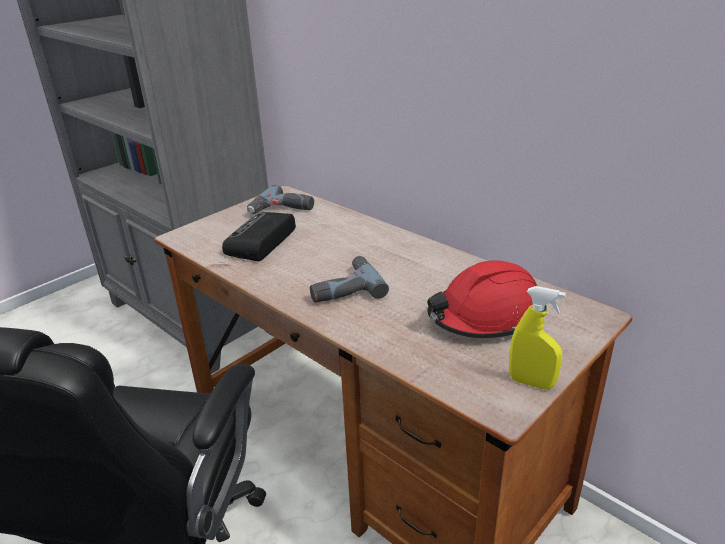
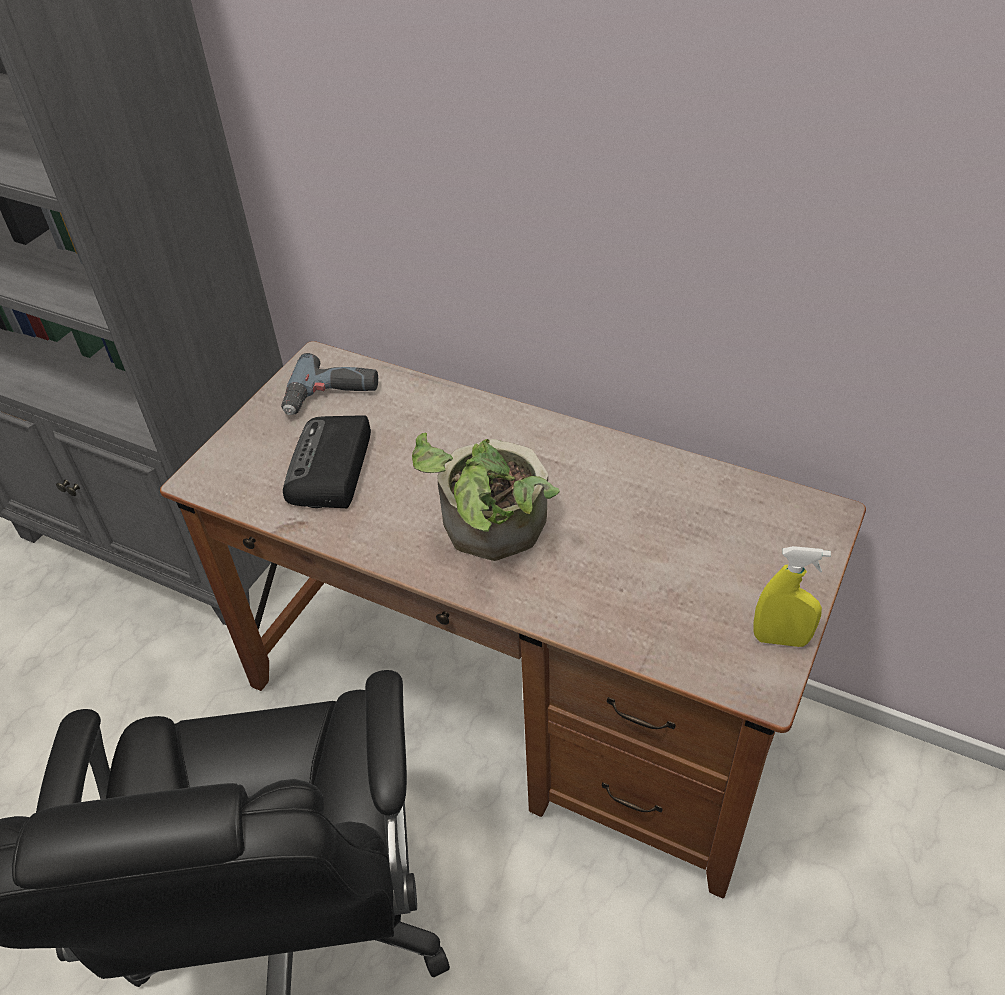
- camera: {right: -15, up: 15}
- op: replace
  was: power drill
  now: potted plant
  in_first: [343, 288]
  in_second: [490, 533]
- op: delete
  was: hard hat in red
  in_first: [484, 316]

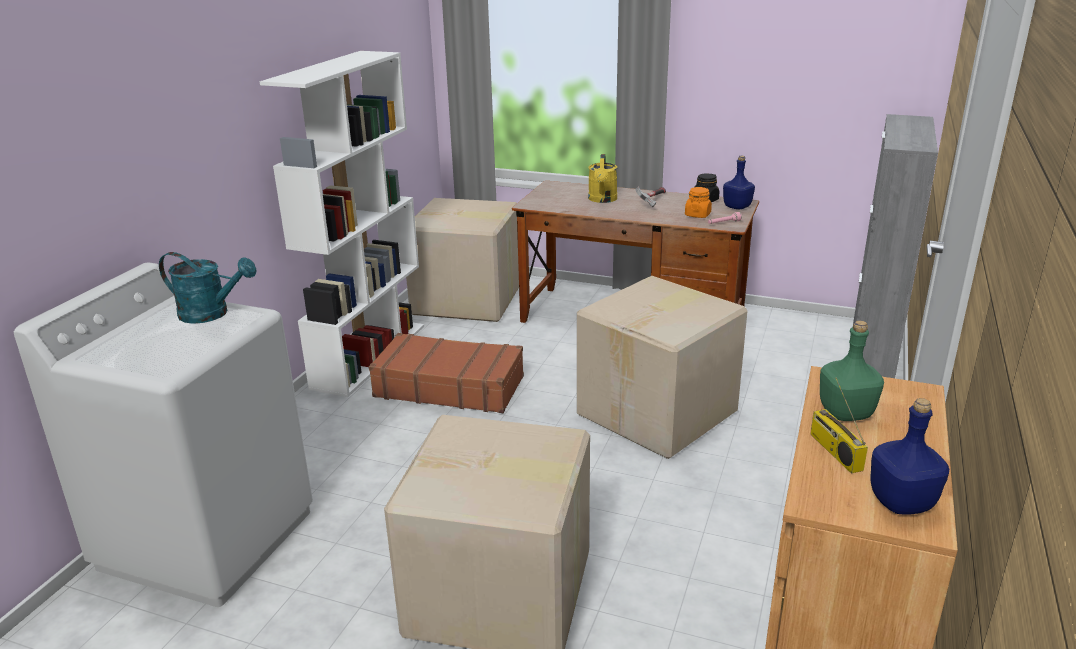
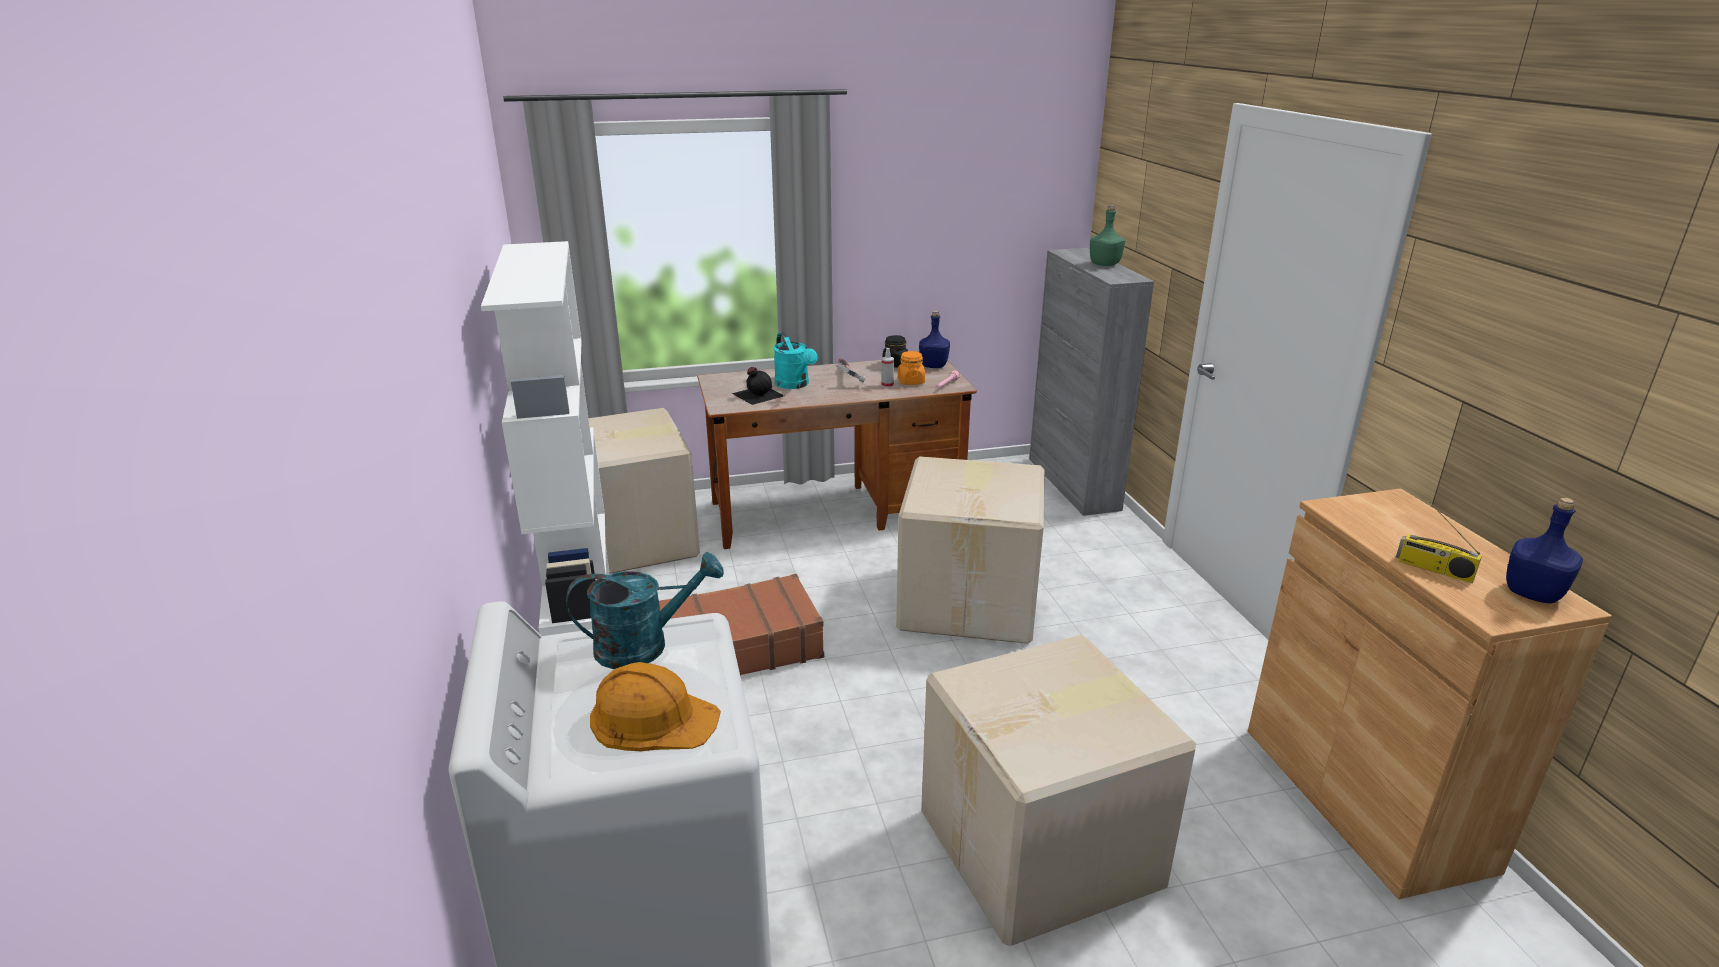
- camera: {right: -35, up: 0}
- op: recolor
  was: watering can in yellow
  now: watering can in turquoise
  in_first: [602, 200]
  in_second: [795, 385]
- op: move
  was: bottle in green
  in_first: [846, 413]
  in_second: [1105, 264]
- op: insert
  now: hard hat in orange
  in_second: [653, 718]
- op: insert
  now: bottle in black
  in_second: [757, 394]
- op: insert
  now: spray bottle
  in_second: [887, 385]

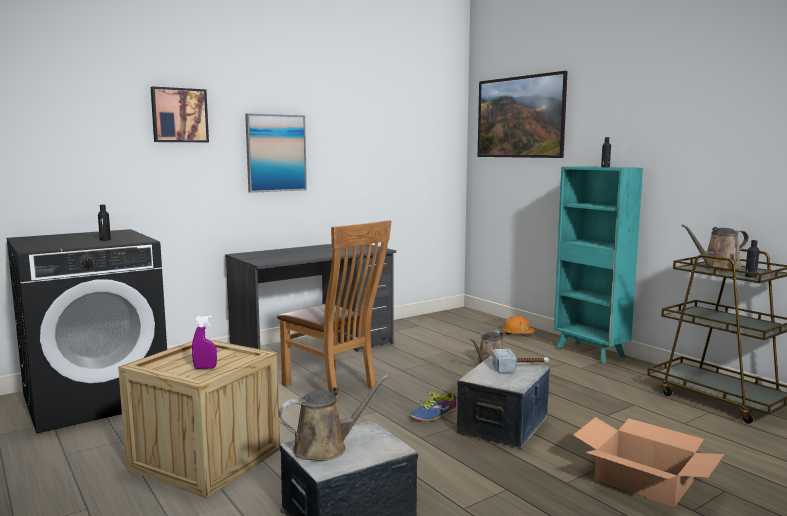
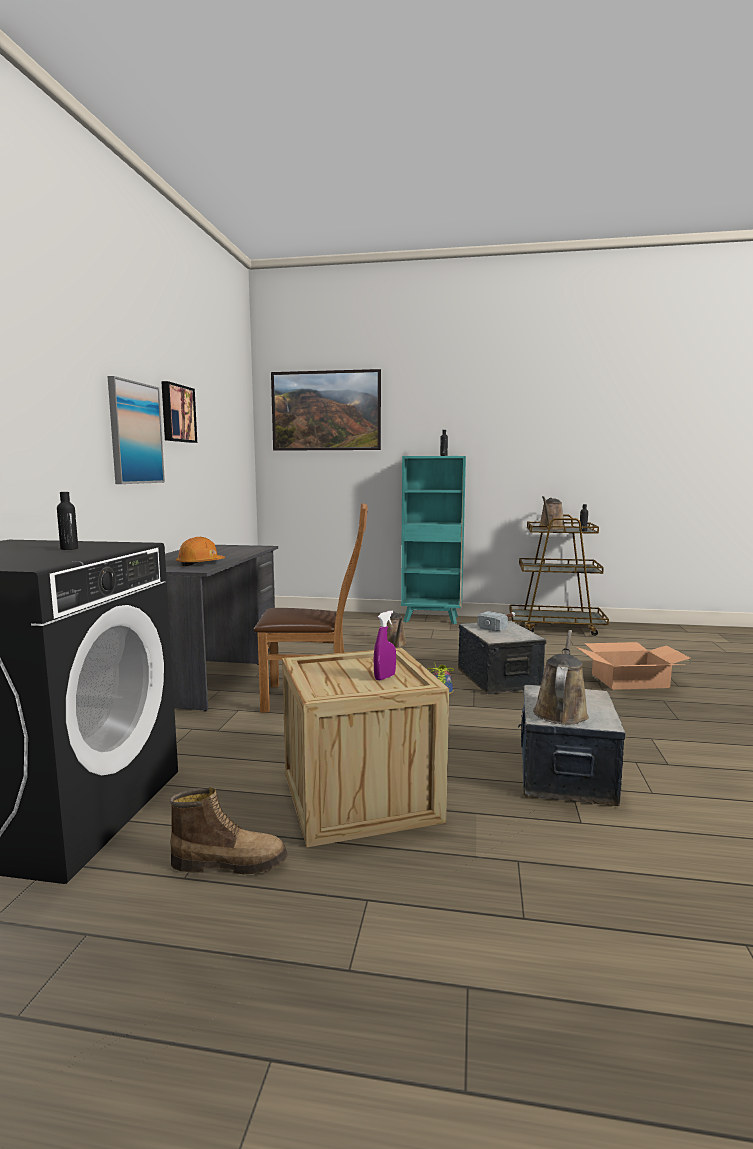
- camera: {right: -45, up: 0}
- op: move
  was: picture
  in_first: [179, 115]
  in_second: [177, 413]
- op: move
  was: hard hat in orange
  in_first: [517, 333]
  in_second: [200, 564]
- op: insert
  now: boot
  in_second: [230, 862]

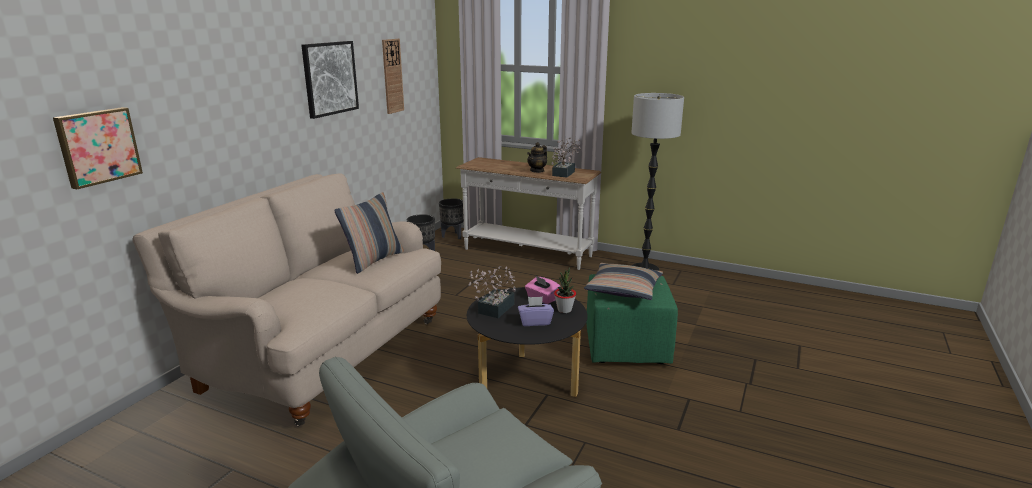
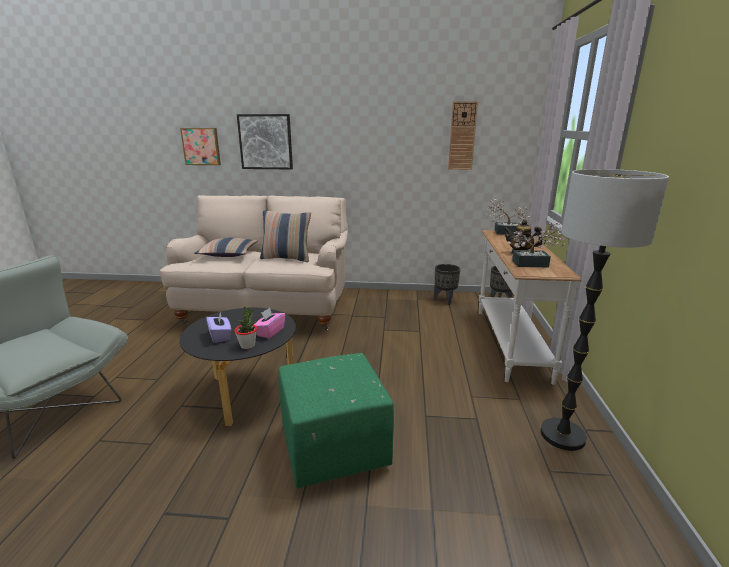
- camera: {right: 70, up: 0}
- op: move
  was: picture
  in_first: [330, 78]
  in_second: [265, 142]
- op: move
  was: potted plant
  in_first: [493, 310]
  in_second: [504, 232]
- op: move
  was: pillow
  in_first: [623, 289]
  in_second: [228, 254]

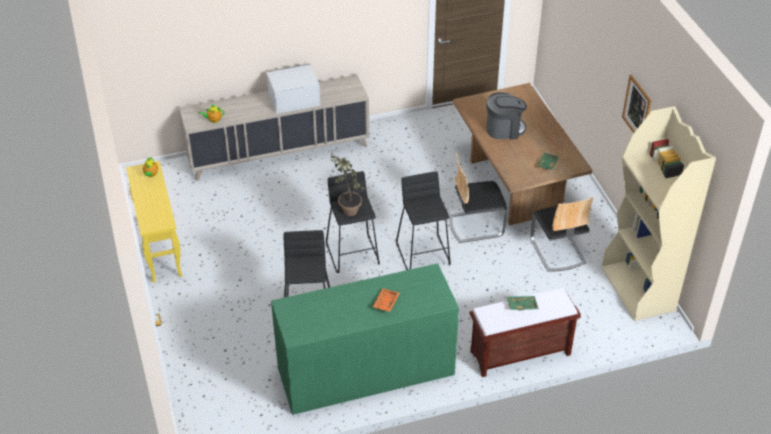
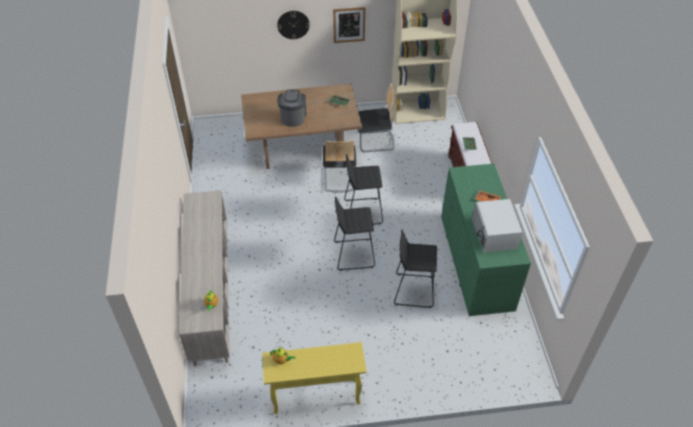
- camera: {right: -80, up: 5}
- op: move
  was: microwave in white
  in_first: [293, 99]
  in_second: [494, 234]
- op: delete
  was: potted plant
  in_first: [347, 208]
- op: insert
  now: wall clock
  in_second: [293, 24]

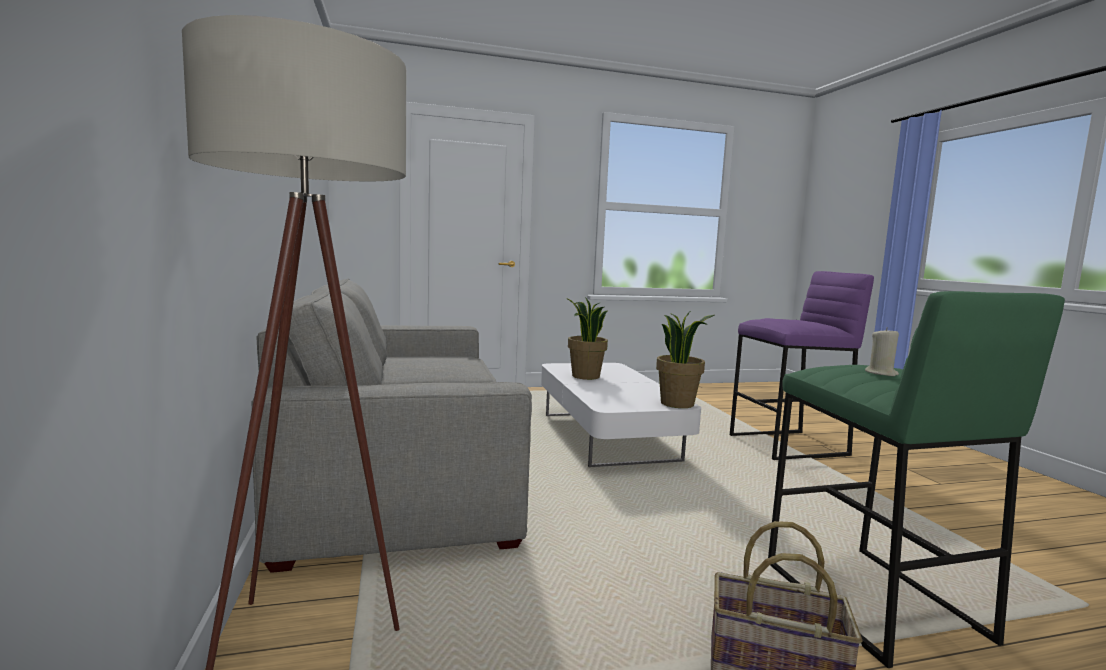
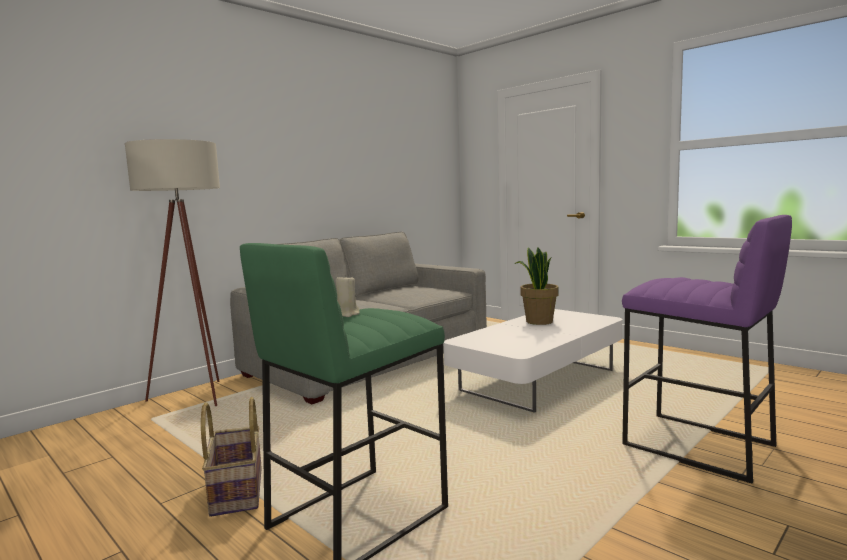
- camera: {right: 60, up: 0}
- op: delete
  was: potted plant
  in_first: [677, 403]

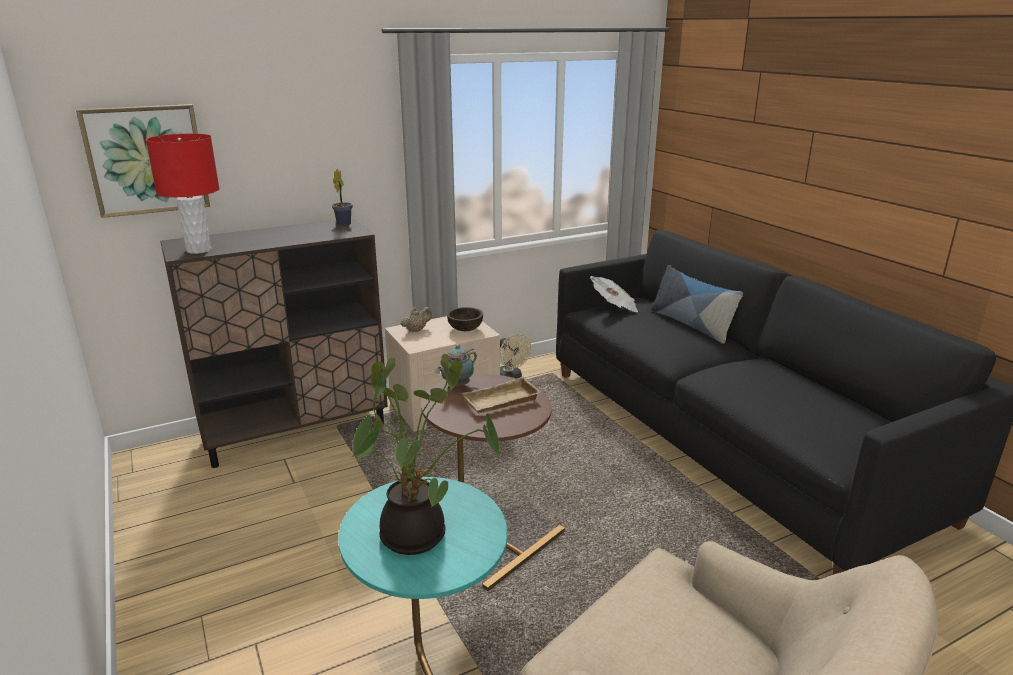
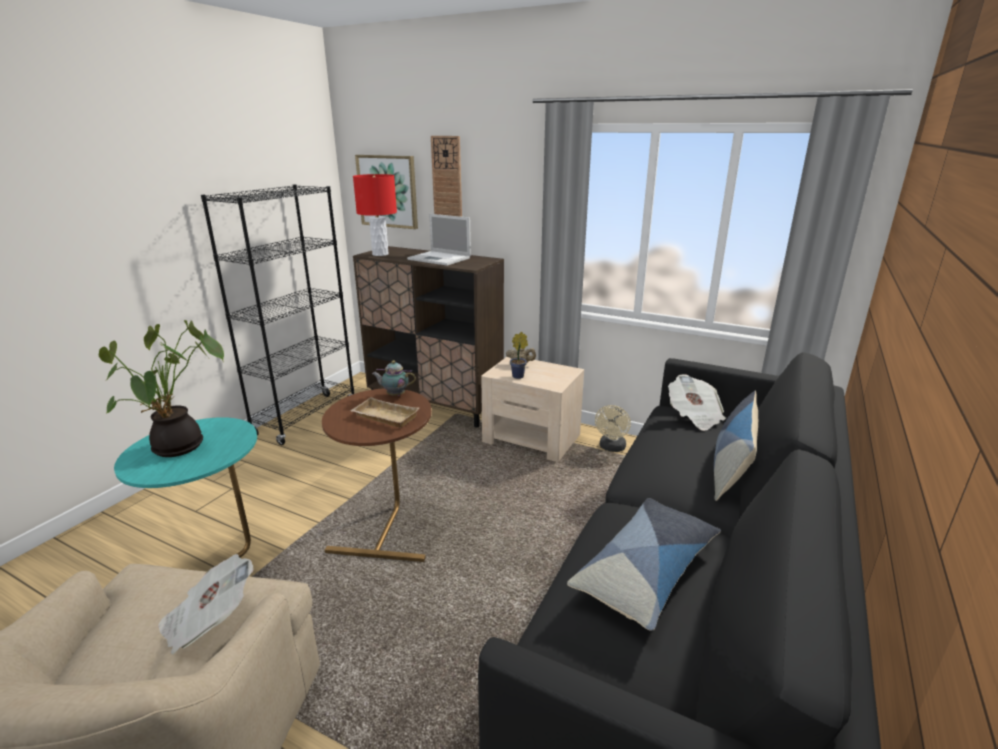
- camera: {right: 55, up: 0}
- op: move
  was: potted plant
  in_first: [344, 223]
  in_second: [519, 376]
- op: delete
  was: bowl in brown
  in_first: [465, 329]
- op: insert
  now: newspaper
  in_second: [210, 620]
- op: insert
  now: bookcase in black
  in_second: [306, 418]
- op: insert
  now: laptop
  in_second: [440, 259]
- op: insert
  now: wall clock
  in_second: [447, 182]
- op: insert
  now: pillow
  in_second: [647, 570]

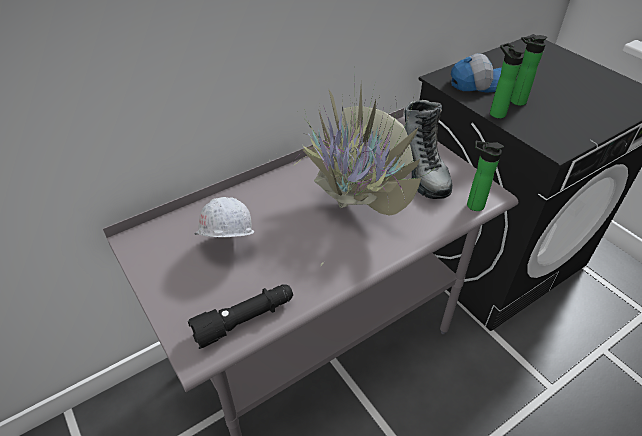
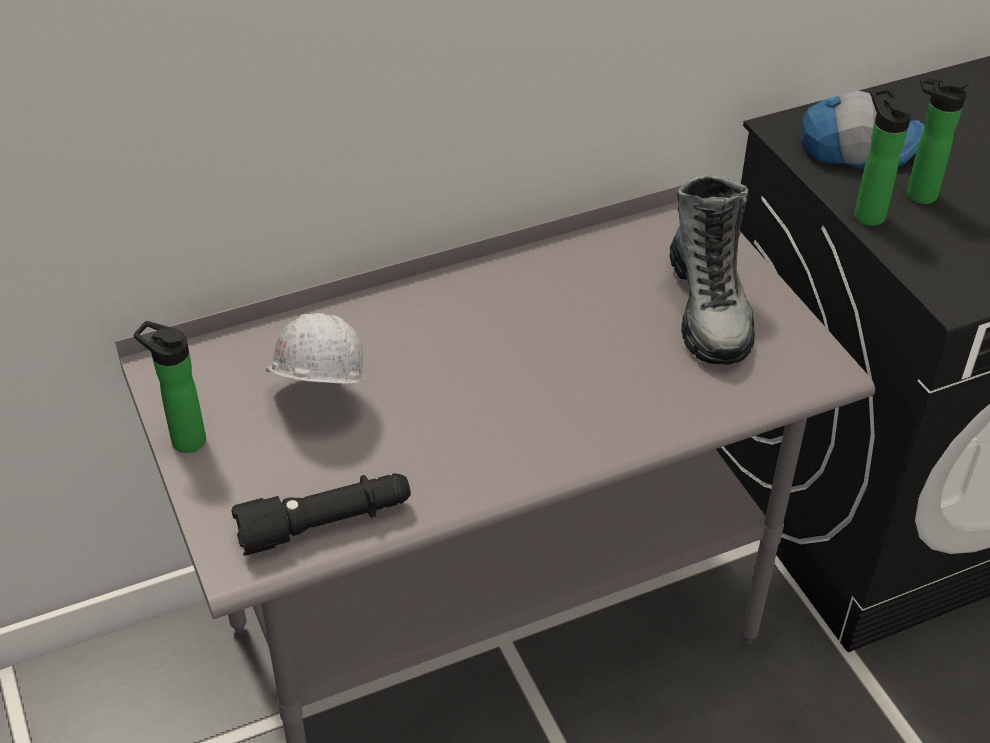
- camera: {right: 10, up: 0}
- op: delete
  was: potted plant
  in_first: [356, 208]
- op: move
  was: bottle
  in_first: [472, 205]
  in_second: [184, 439]

